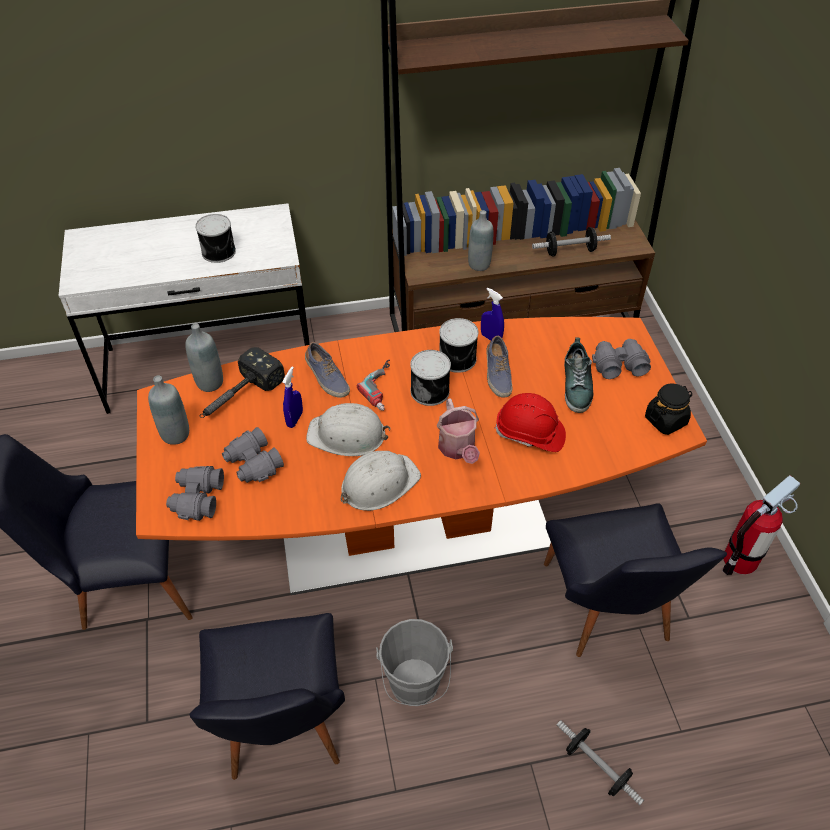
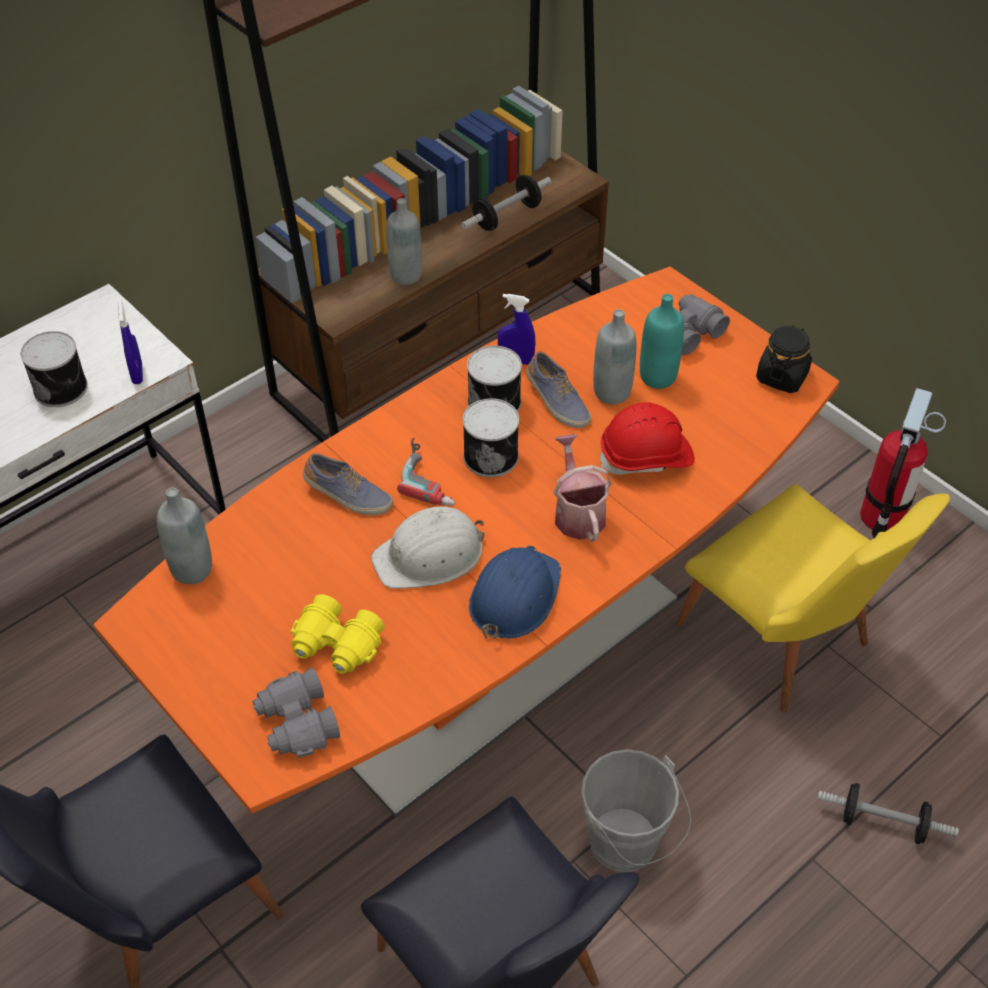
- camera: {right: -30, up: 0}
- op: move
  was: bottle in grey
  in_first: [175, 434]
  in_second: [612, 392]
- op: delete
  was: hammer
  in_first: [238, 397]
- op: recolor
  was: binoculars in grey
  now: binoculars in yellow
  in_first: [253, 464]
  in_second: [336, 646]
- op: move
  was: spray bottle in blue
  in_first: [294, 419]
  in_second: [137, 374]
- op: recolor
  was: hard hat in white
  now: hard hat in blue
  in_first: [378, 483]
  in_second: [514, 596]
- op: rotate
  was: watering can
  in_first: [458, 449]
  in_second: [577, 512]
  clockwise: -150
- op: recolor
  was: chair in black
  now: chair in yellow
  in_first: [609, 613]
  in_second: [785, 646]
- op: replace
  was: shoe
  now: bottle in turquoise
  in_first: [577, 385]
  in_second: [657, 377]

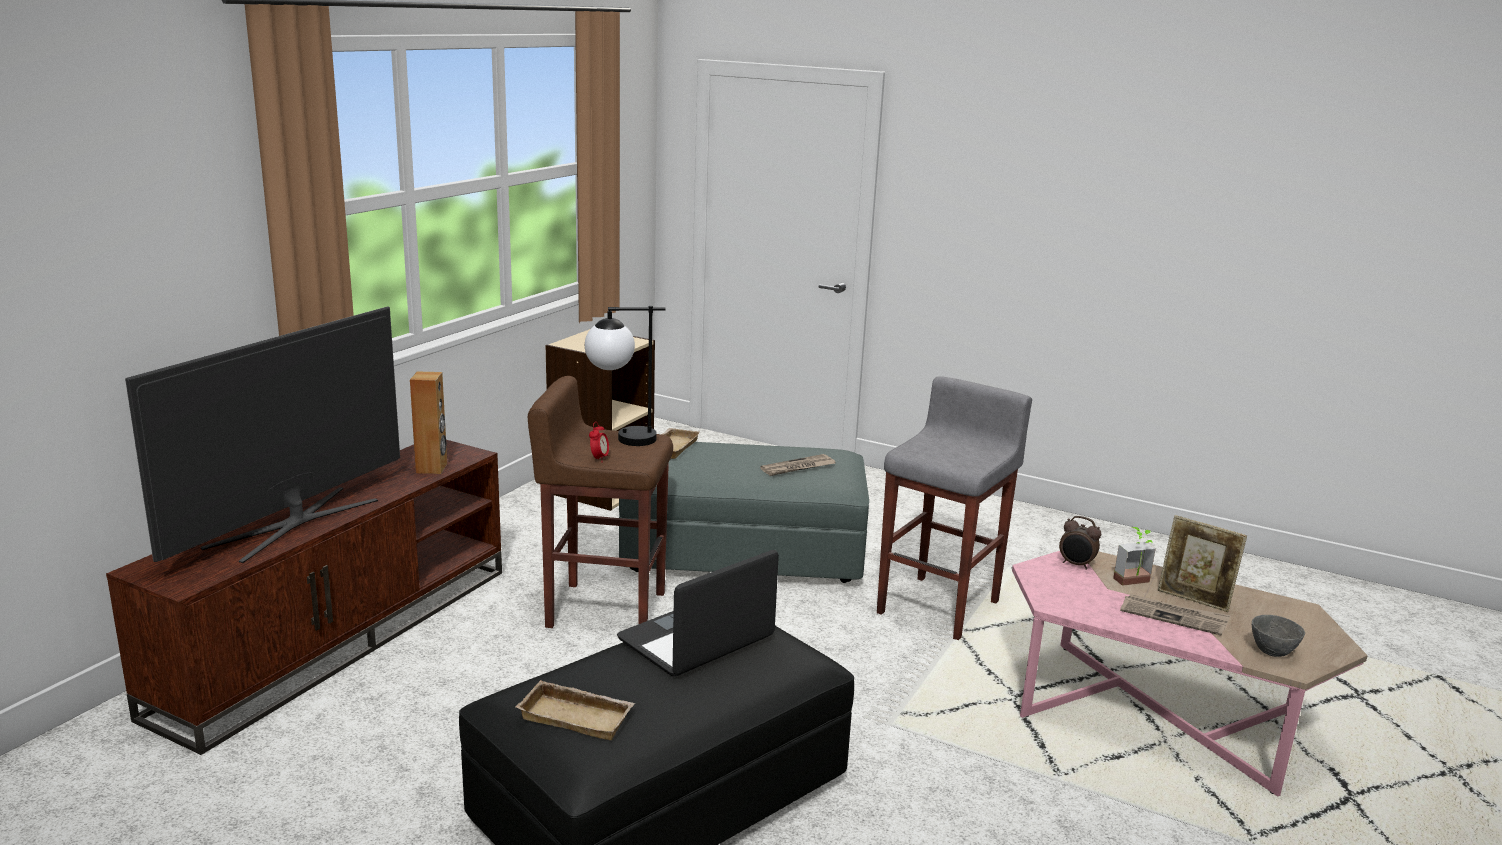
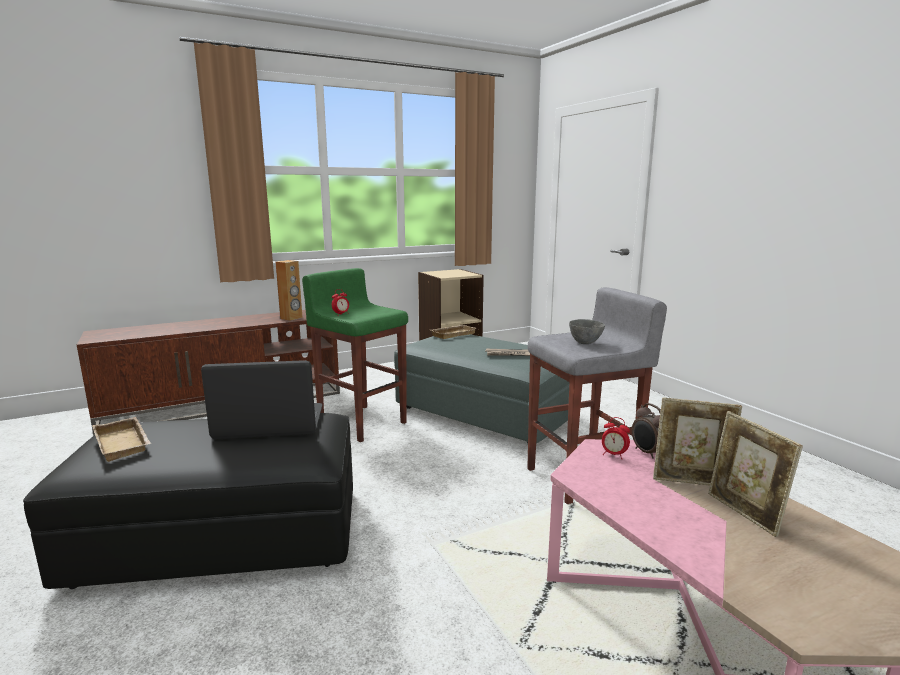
- camera: {right: 35, up: -5}
- op: delete
  was: television
  in_first: [294, 523]
- op: recolor
  was: stool in brown
  now: stool in green
  in_first: [604, 609]
  in_second: [362, 422]
- op: delete
  was: table lamp
  in_first: [621, 439]
- op: replace
  was: potted plant
  now: picture frame
  in_first: [1135, 583]
  in_second: [691, 481]
- op: delete
  was: newspaper
  in_first: [1174, 617]
- op: move
  was: bowl in grey
  in_first: [1271, 651]
  in_second: [585, 343]
- op: insert
  now: alarm clock
  in_second: [613, 455]

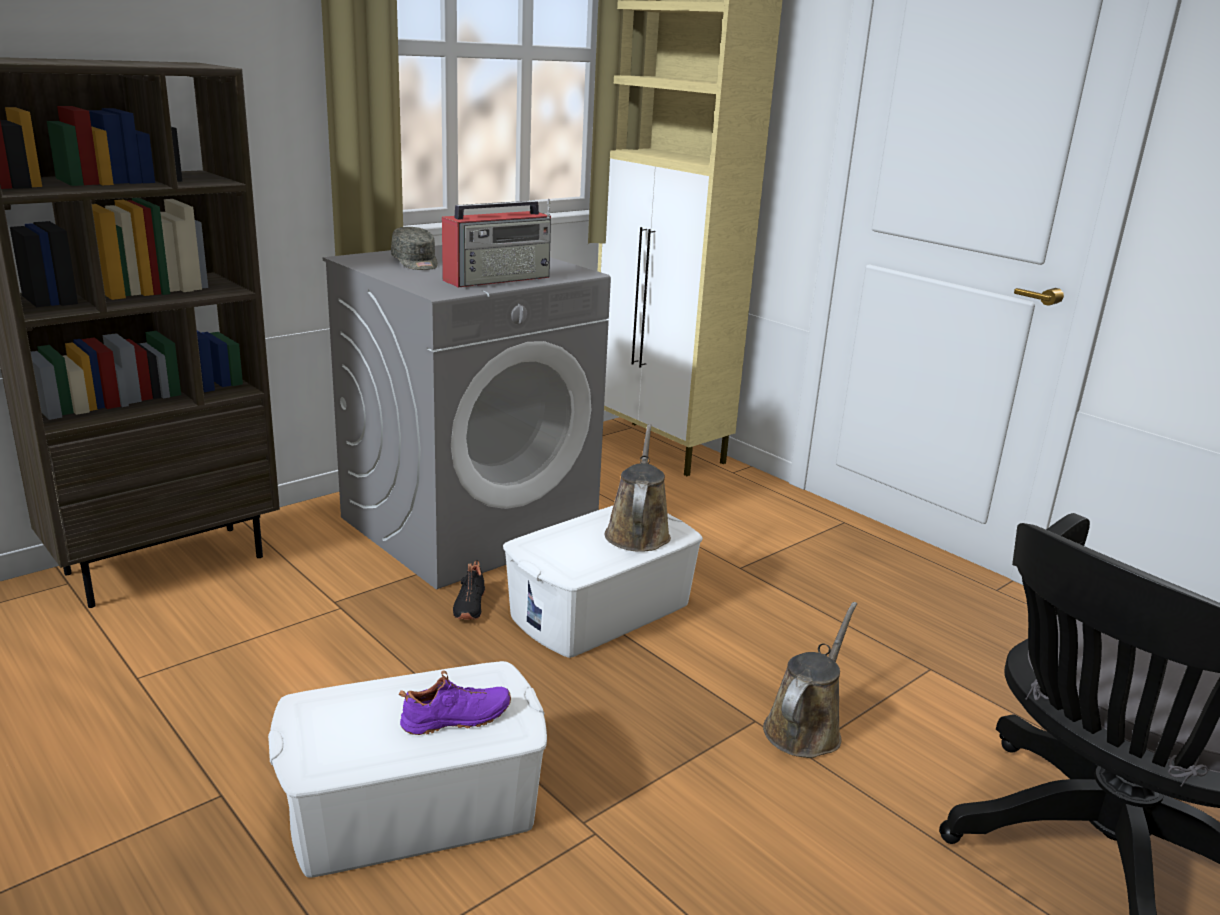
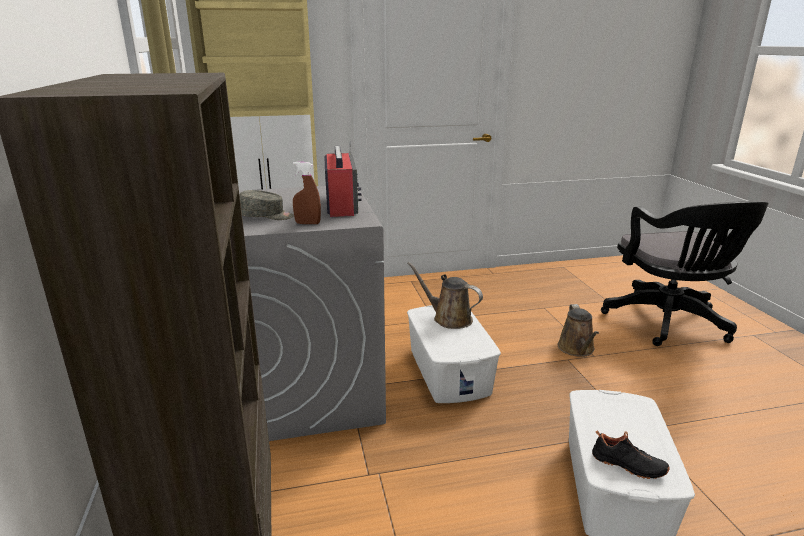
- camera: {right: -60, up: 0}
- op: delete
  was: shoe in purple
  in_first: [457, 720]
- op: move
  was: shoe in black
  in_first: [468, 605]
  in_second: [628, 466]
- op: rotate
  was: watering can in brown
  in_first: [805, 728]
  in_second: [577, 349]
  clockwise: -150
- op: insert
  now: spray bottle in brown
  in_second: [307, 223]

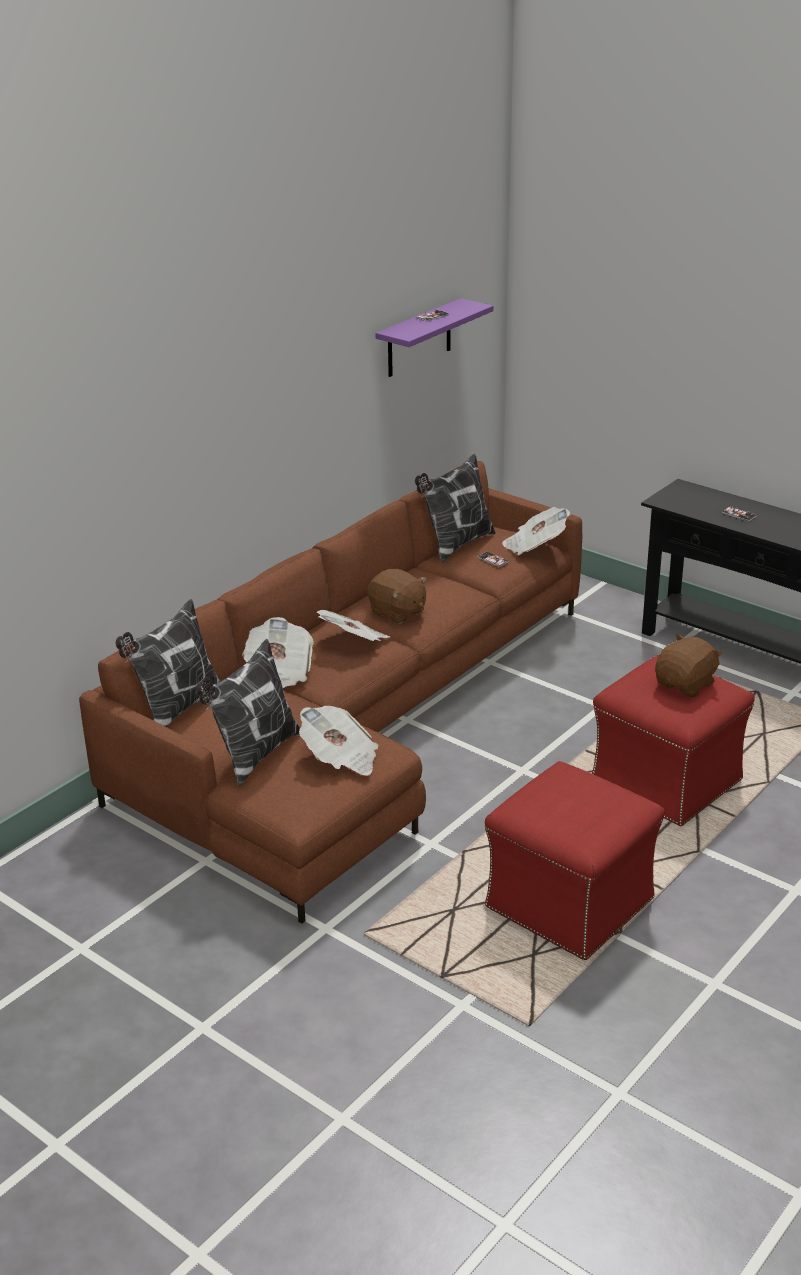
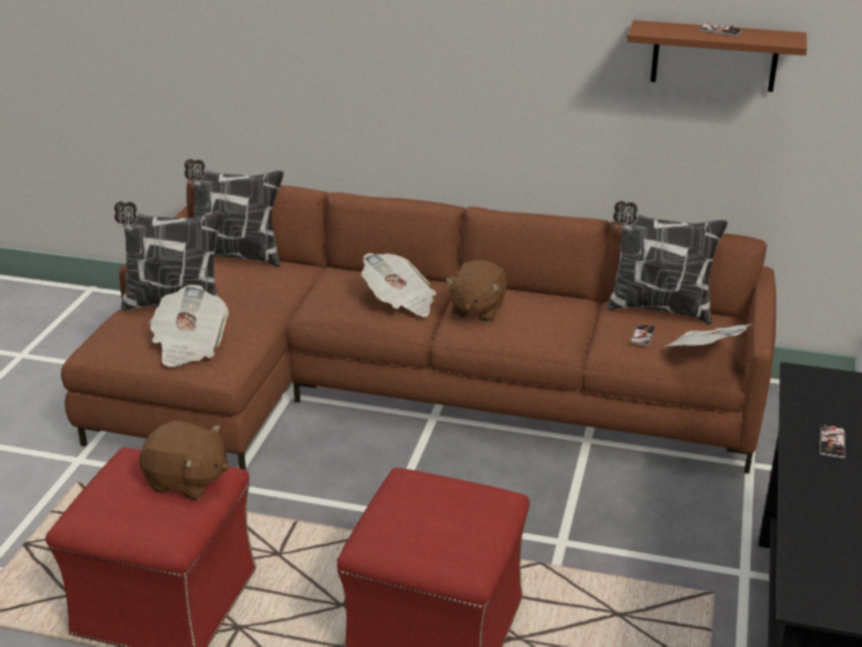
- camera: {right: 65, up: 0}
- op: delete
  was: newspaper
  in_first: [279, 672]
- op: recolor
  was: shelf in purple
  now: shelf in brown
  in_first: [419, 339]
  in_second: [714, 56]
- op: move
  was: plush toy in brown
  in_first: [686, 684]
  in_second: [186, 481]

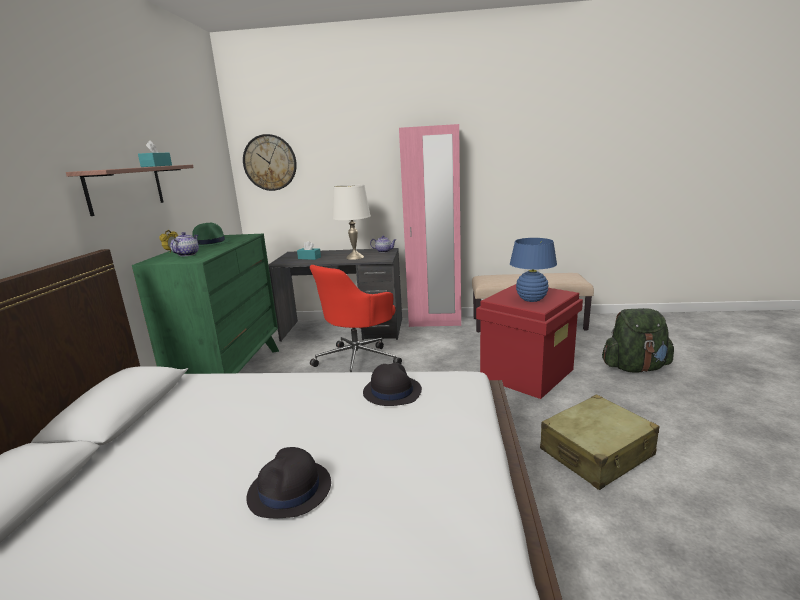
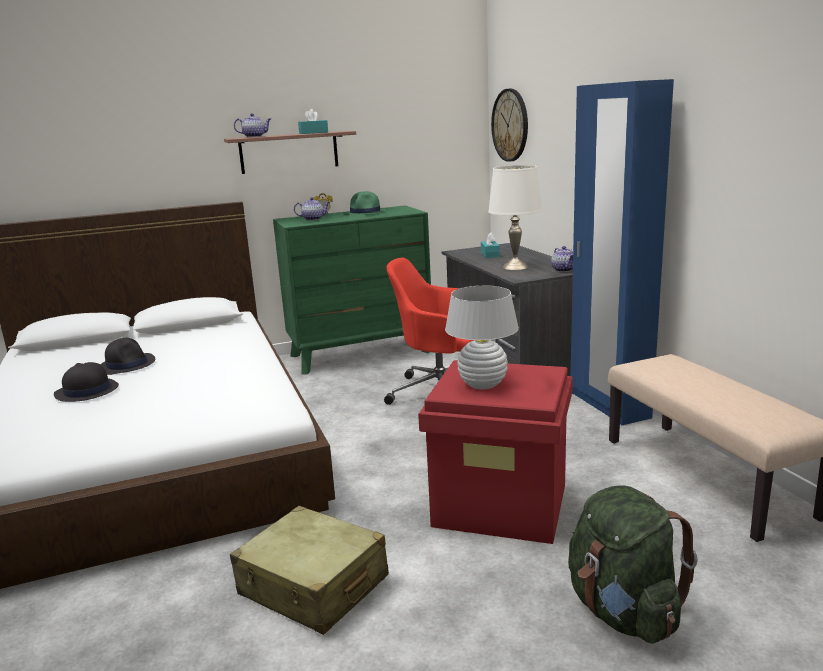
- camera: {right: 65, up: 0}
- op: move
  was: hat in black
  in_first: [391, 391]
  in_second: [127, 364]
- op: recolor
  was: wardrobe in pink
  now: wardrobe in blue
  in_first: [435, 322]
  in_second: [608, 405]
- op: recolor
  was: table lamp in blue
  now: table lamp in white
  in_first: [531, 299]
  in_second: [482, 384]
- op: insert
  now: teapot
  in_second: [254, 136]

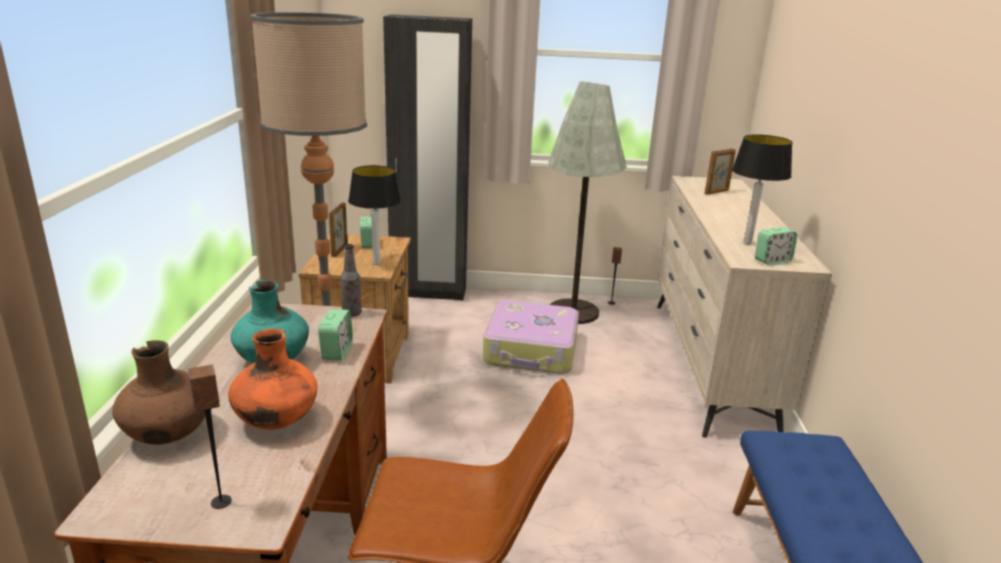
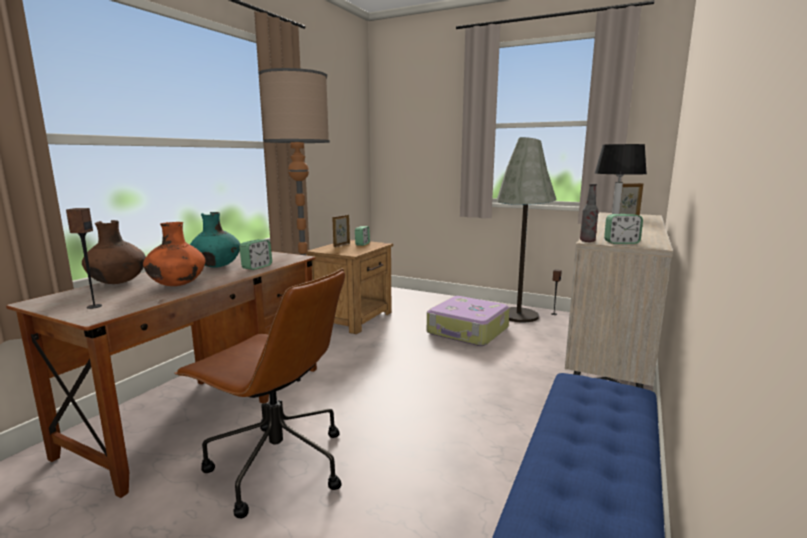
- camera: {right: 25, up: -10}
- op: move
  was: bottle
  in_first: [352, 313]
  in_second: [587, 241]
- op: delete
  was: table lamp
  in_first: [376, 263]
- op: delete
  was: wardrobe in black
  in_first: [428, 292]

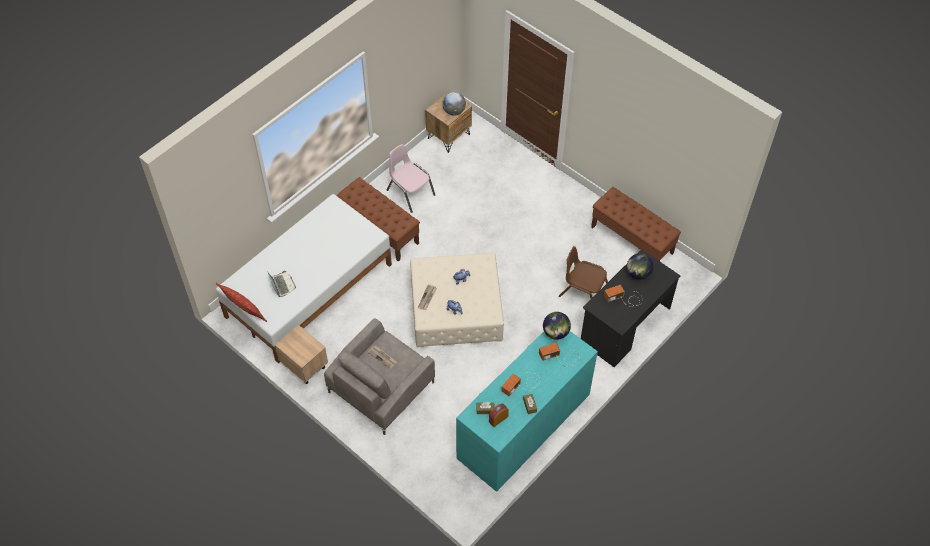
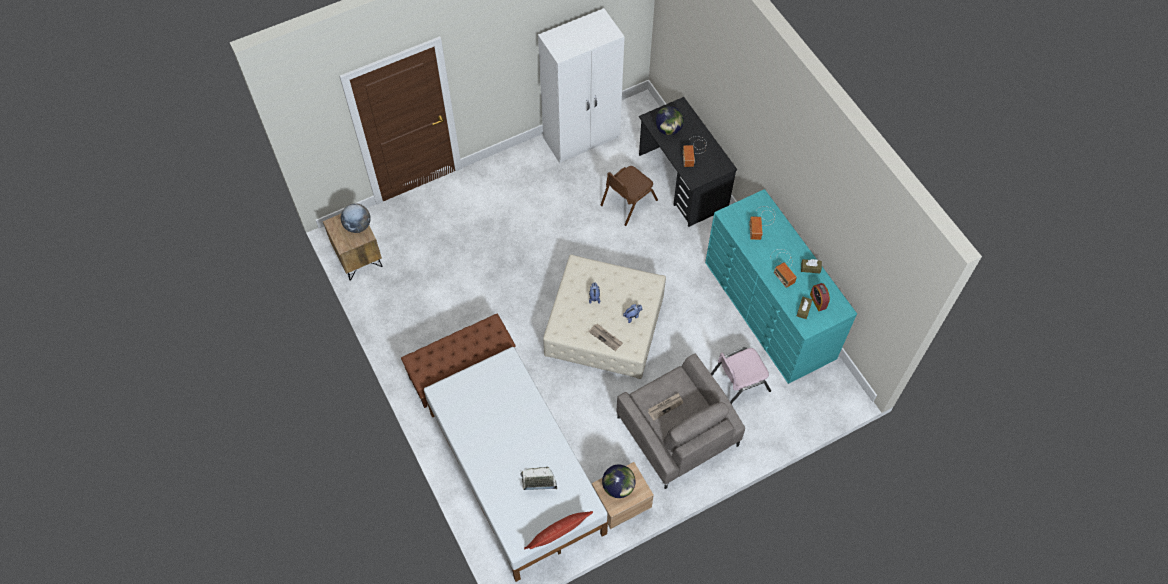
- camera: {right: -70, up: 5}
- op: move
  was: chair in pink
  in_first: [410, 192]
  in_second: [738, 383]
- op: move
  was: globe
  in_first: [555, 333]
  in_second: [618, 487]
- op: replace
  was: bench in brown
  now: wardrobe in white
  in_first: [632, 240]
  in_second: [582, 138]

